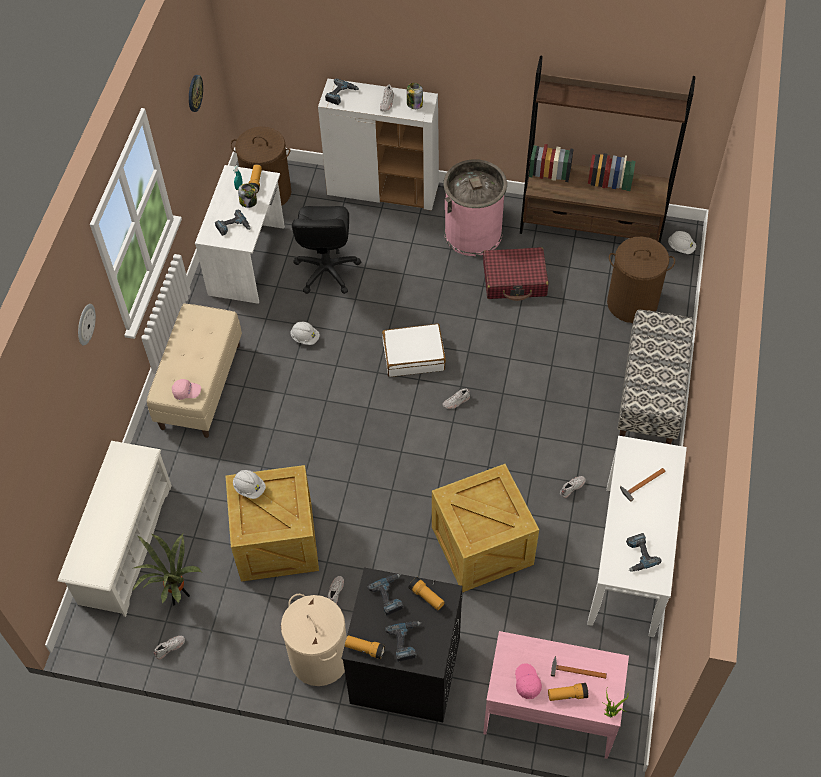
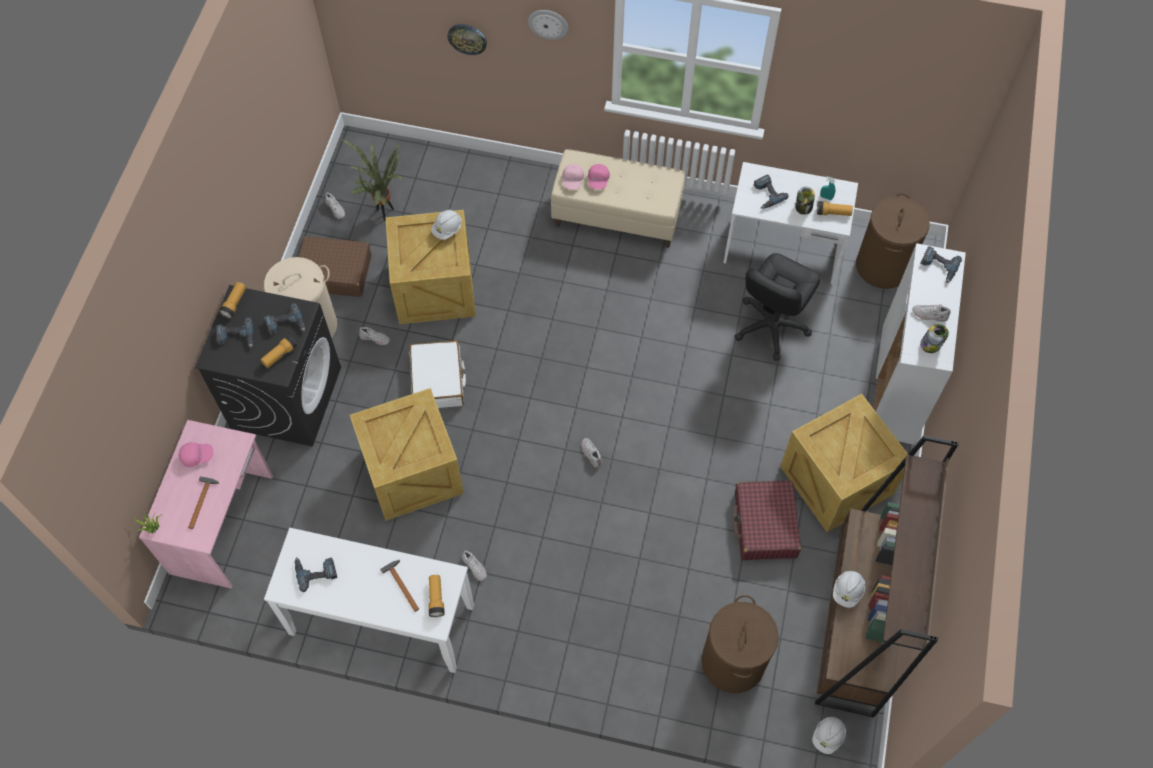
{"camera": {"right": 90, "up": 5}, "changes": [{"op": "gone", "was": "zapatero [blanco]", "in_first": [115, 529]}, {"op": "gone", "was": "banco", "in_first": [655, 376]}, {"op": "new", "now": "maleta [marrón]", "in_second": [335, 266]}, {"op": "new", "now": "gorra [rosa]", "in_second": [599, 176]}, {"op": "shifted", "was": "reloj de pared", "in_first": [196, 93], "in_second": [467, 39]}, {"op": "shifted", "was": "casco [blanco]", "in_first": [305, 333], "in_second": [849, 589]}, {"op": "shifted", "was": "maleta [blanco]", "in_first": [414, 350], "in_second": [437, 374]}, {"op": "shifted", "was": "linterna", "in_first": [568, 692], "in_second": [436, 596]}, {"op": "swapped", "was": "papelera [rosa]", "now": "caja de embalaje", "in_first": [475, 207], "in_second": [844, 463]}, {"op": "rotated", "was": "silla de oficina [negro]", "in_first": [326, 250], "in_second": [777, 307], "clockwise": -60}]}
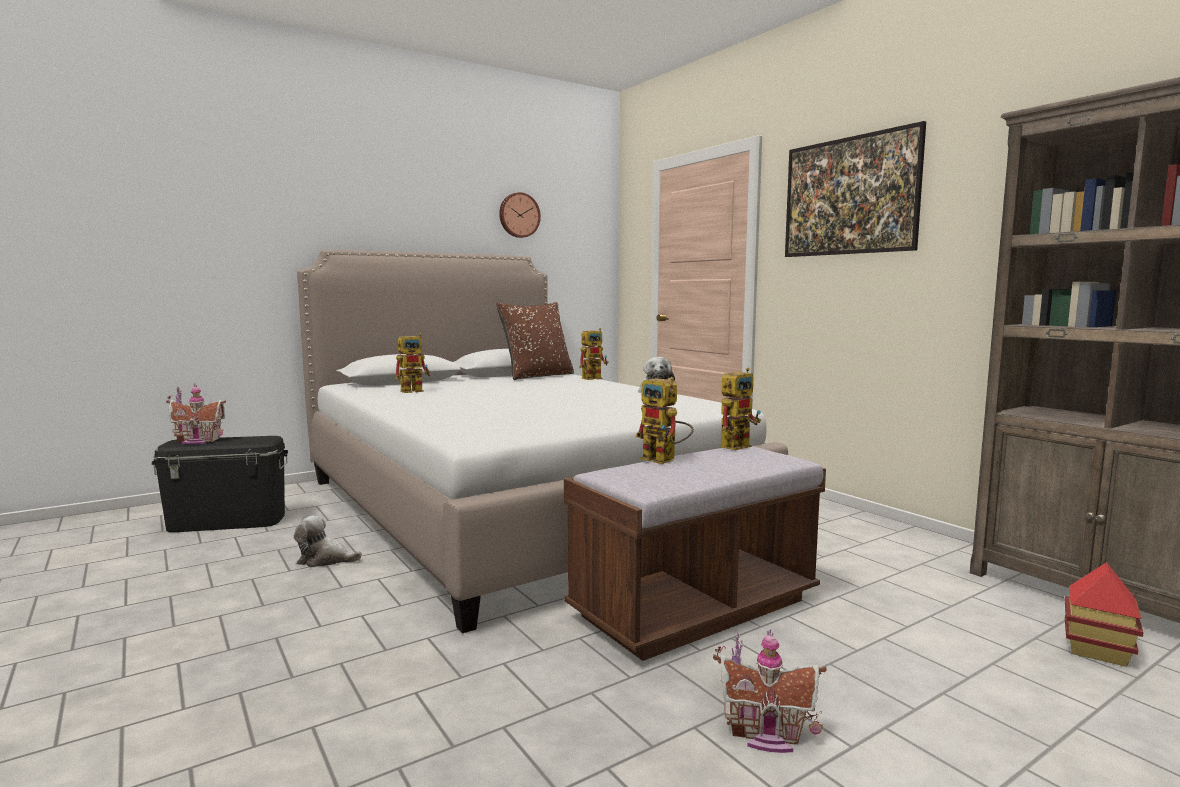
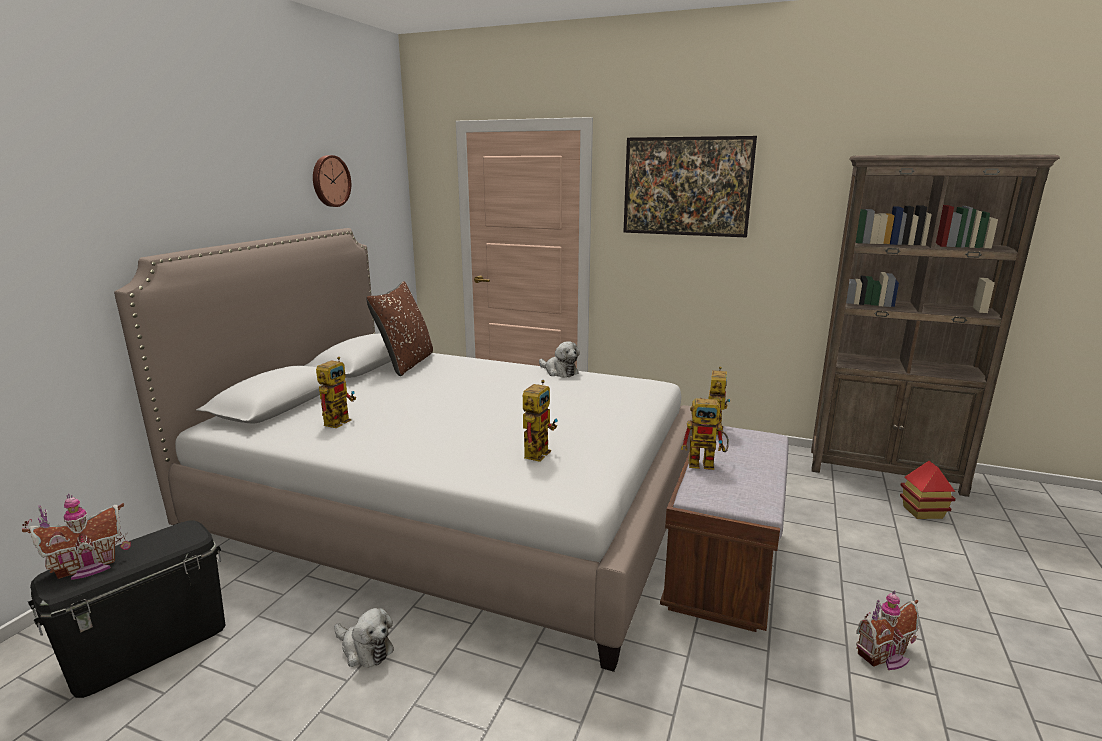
{"camera": {"right": -35, "up": 10}, "changes": [{"op": "shifted", "was": "robot de juguete", "in_first": [594, 354], "in_second": [540, 421]}, {"op": "rotated", "was": "peluche", "in_first": [328, 541], "in_second": [364, 637], "clockwise": -120}]}
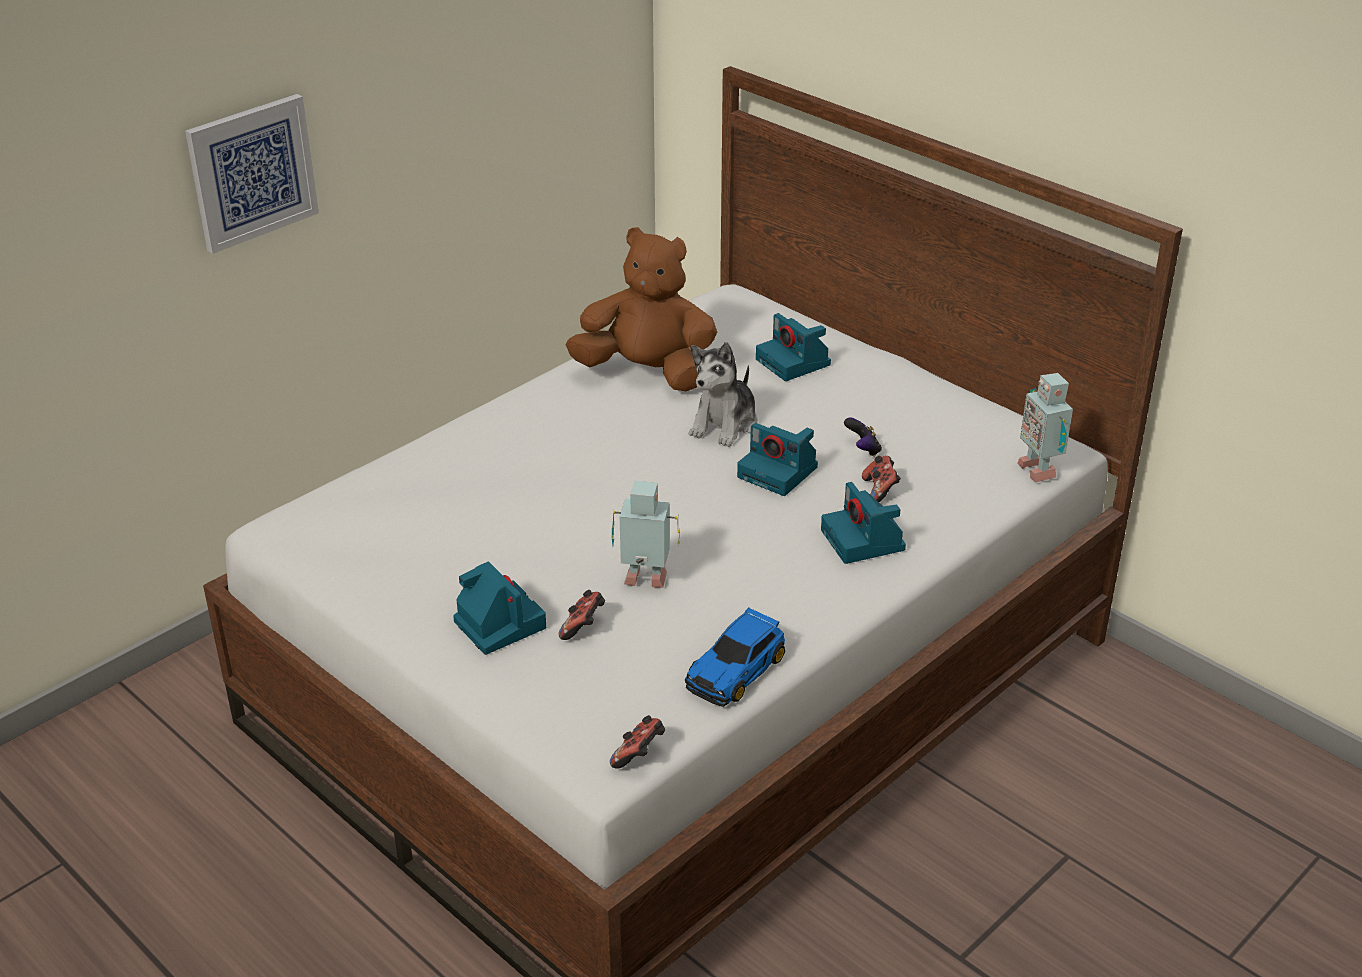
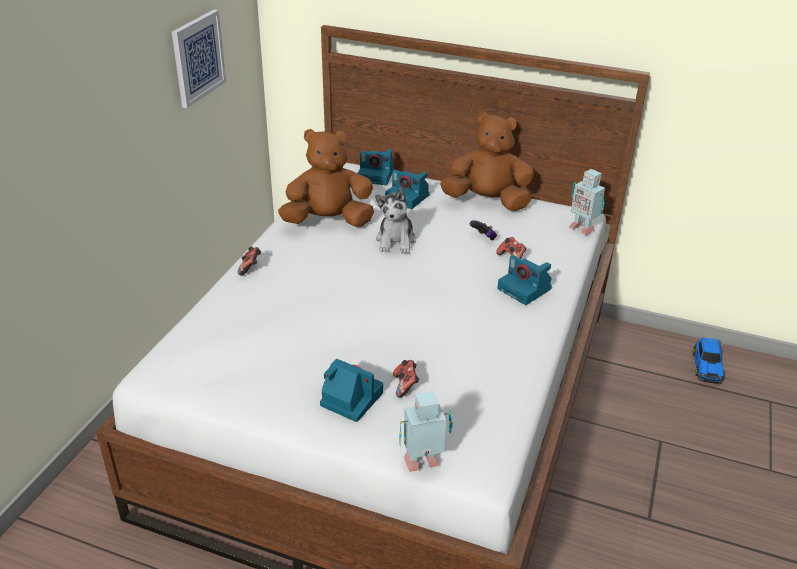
{"camera": {"right": -25, "up": 0}, "changes": [{"op": "new", "now": "peluche [marrón]", "in_second": [487, 161]}, {"op": "shifted", "was": "cuadro", "in_first": [252, 174], "in_second": [199, 59]}, {"op": "shifted", "was": "mando de consola", "in_first": [637, 742], "in_second": [249, 260]}, {"op": "shifted", "was": "robot de juguete", "in_first": [645, 534], "in_second": [426, 432]}, {"op": "shifted", "was": "coche de juguete", "in_first": [735, 657], "in_second": [709, 360]}, {"op": "shifted", "was": "cámara", "in_first": [777, 459], "in_second": [375, 167]}]}
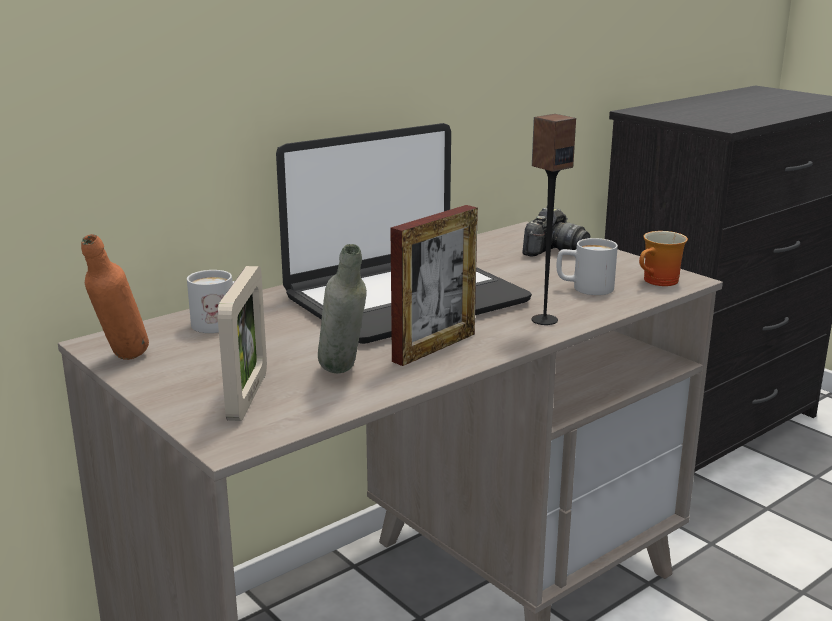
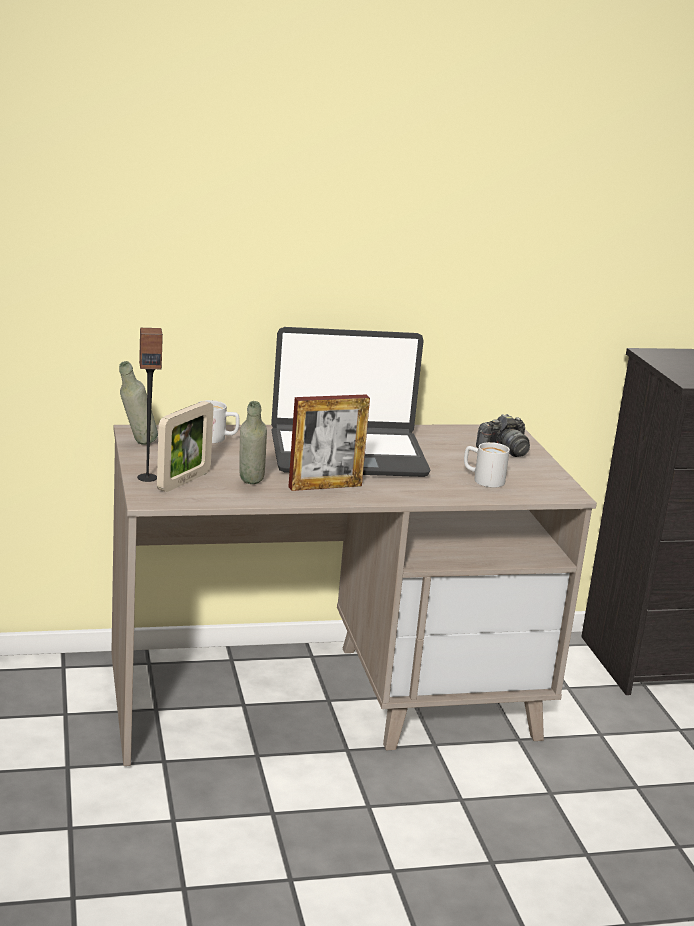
{"camera": {"right": 25, "up": 0}, "changes": [{"op": "gone", "was": "taza grande", "in_first": [663, 258]}, {"op": "shifted", "was": "altavoz", "in_first": [553, 219], "in_second": [150, 405]}, {"op": "repainted", "was": "botella [naranja]", "now": "botella [gris]", "in_first": [115, 297], "in_second": [138, 403]}]}
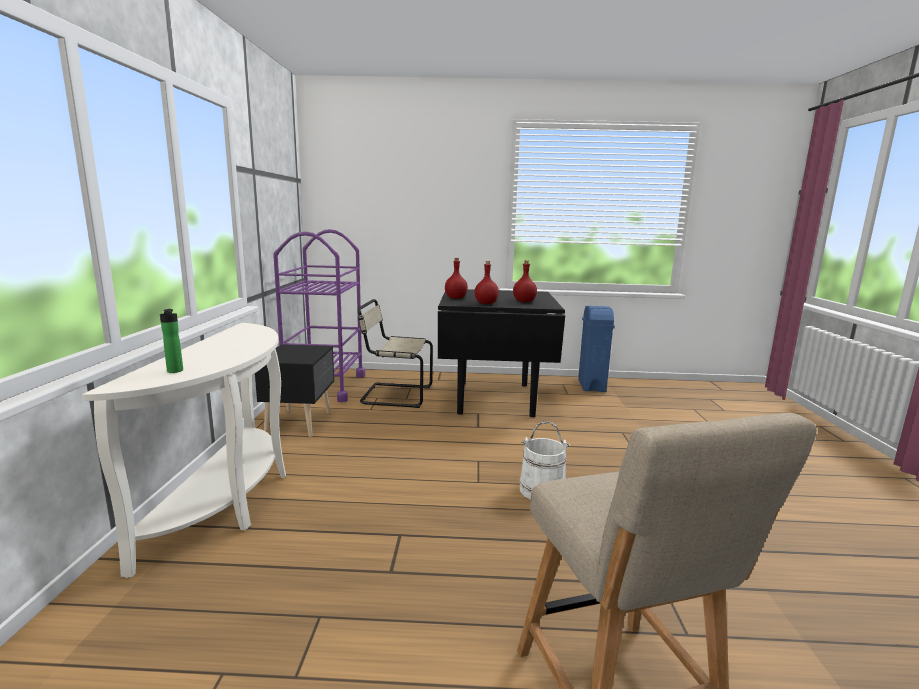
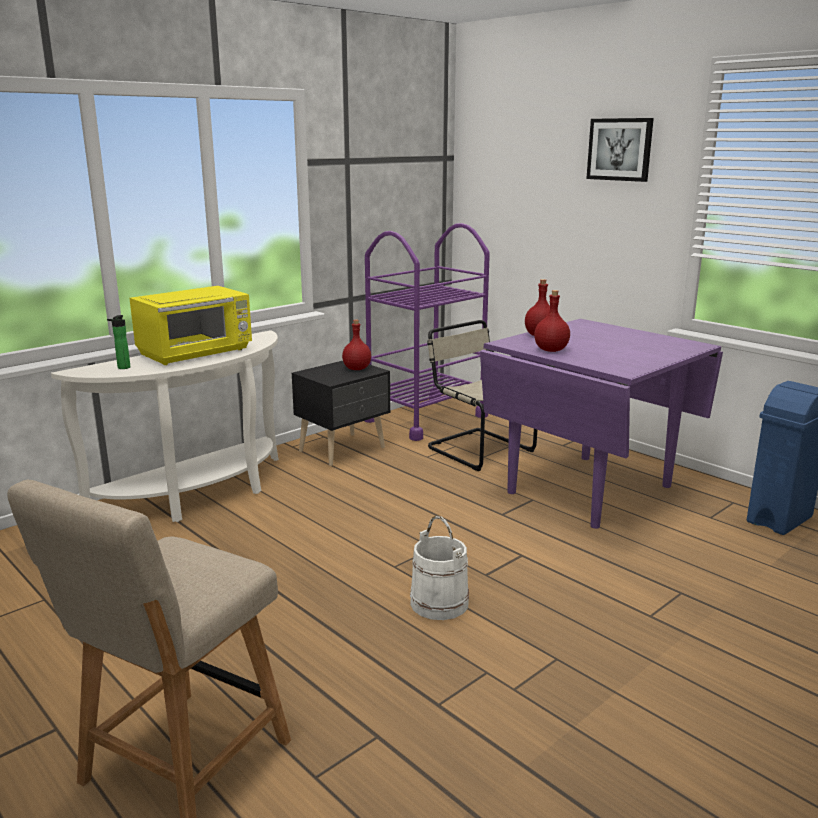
{"camera": {"right": 45, "up": 5}, "changes": [{"op": "new", "now": "microondas [amarillo]", "in_second": [190, 325]}, {"op": "new", "now": "cuadro", "in_second": [620, 150]}, {"op": "shifted", "was": "botella [rojo]", "in_first": [525, 281], "in_second": [356, 344]}, {"op": "repainted", "was": "mesa de comedor [negro]", "now": "mesa de comedor [morado]", "in_first": [501, 353], "in_second": [601, 424]}]}
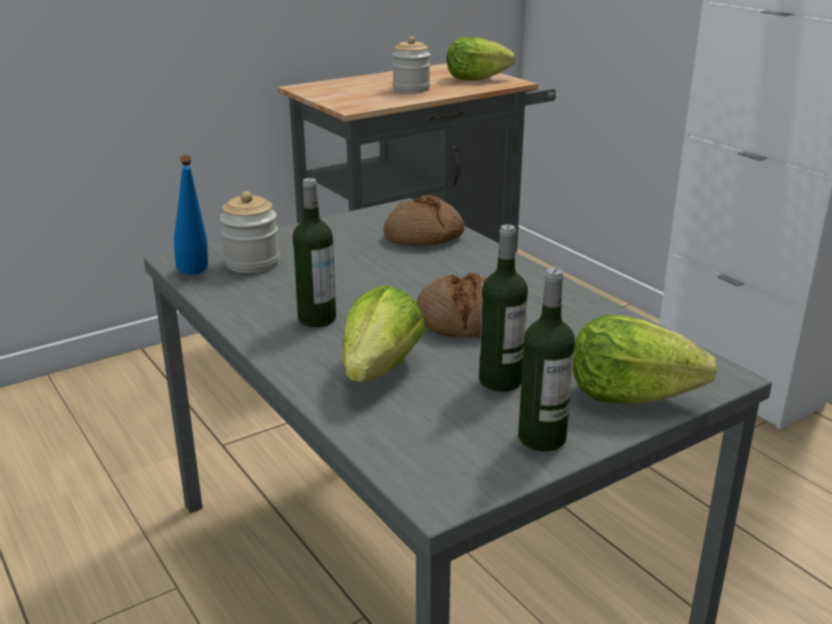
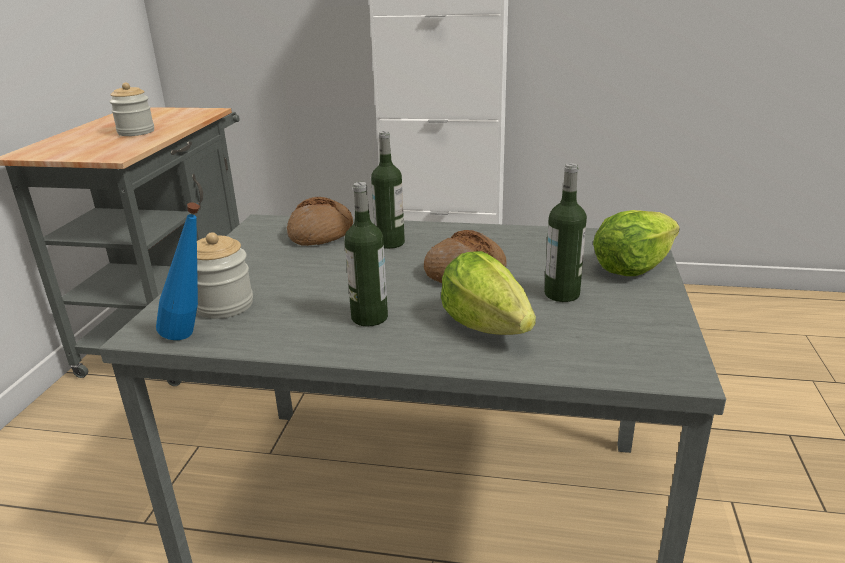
{"camera": {"right": -45, "up": 0}, "changes": [{"op": "gone", "was": "lechuga", "in_first": [481, 58]}, {"op": "shifted", "was": "botella", "in_first": [546, 359], "in_second": [388, 190]}]}
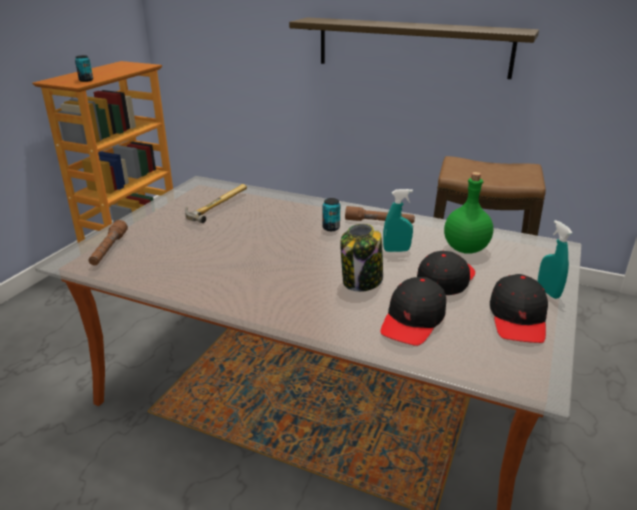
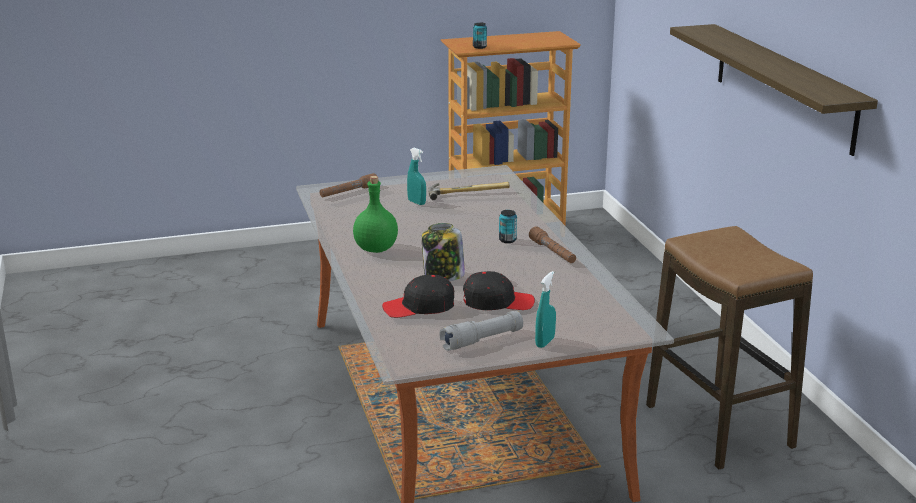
{"camera": {"right": 50, "up": -5}, "changes": [{"op": "shifted", "was": "pulverizador [turquesa]", "in_first": [398, 220], "in_second": [416, 176]}, {"op": "shifted", "was": "botella [verde]", "in_first": [468, 213], "in_second": [375, 214]}, {"op": "swapped", "was": "gorra [negro]", "now": "linterna [gris]", "in_first": [519, 308], "in_second": [481, 331]}]}
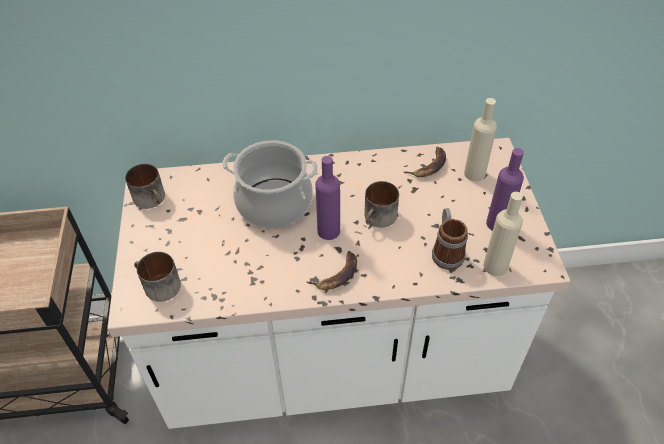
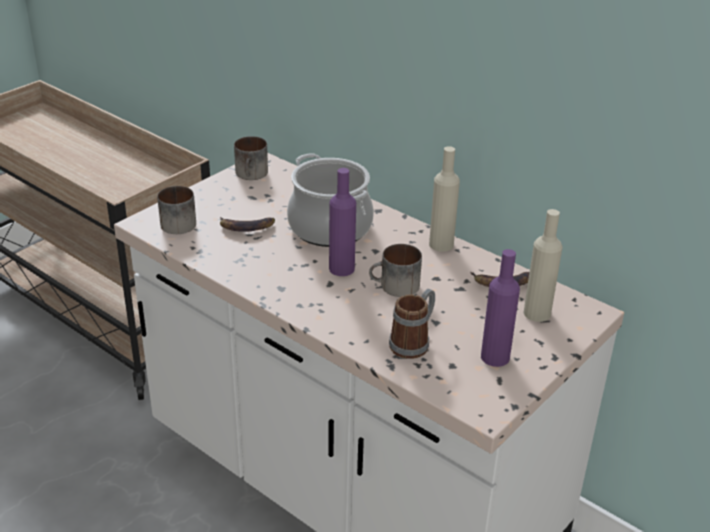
{"camera": {"right": 45, "up": -15}, "changes": [{"op": "shifted", "was": "plátano", "in_first": [332, 270], "in_second": [247, 224]}, {"op": "shifted", "was": "botella [beis]", "in_first": [503, 234], "in_second": [444, 199]}]}
